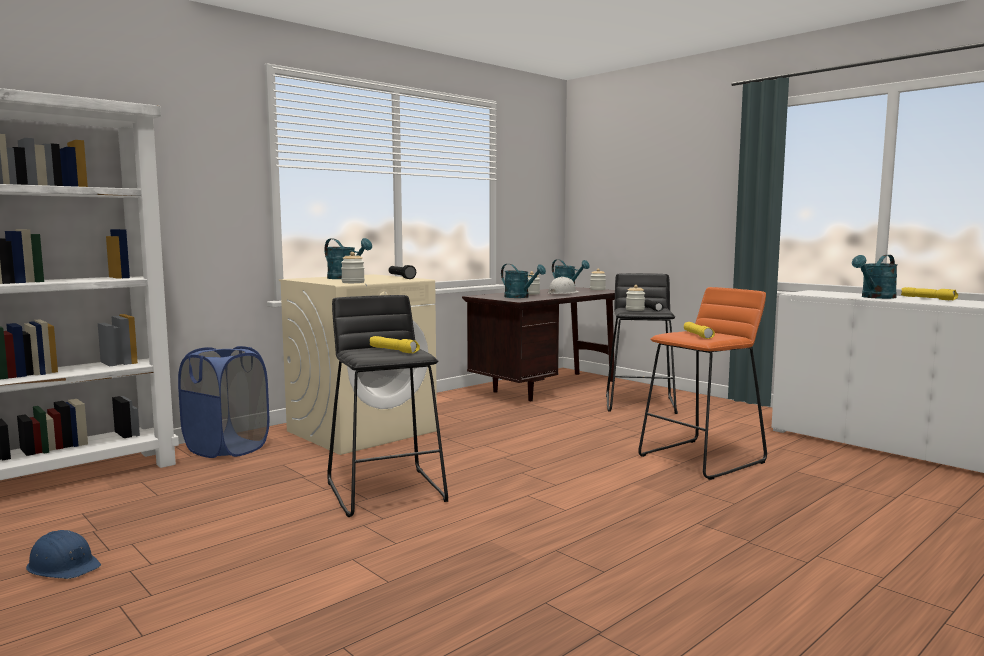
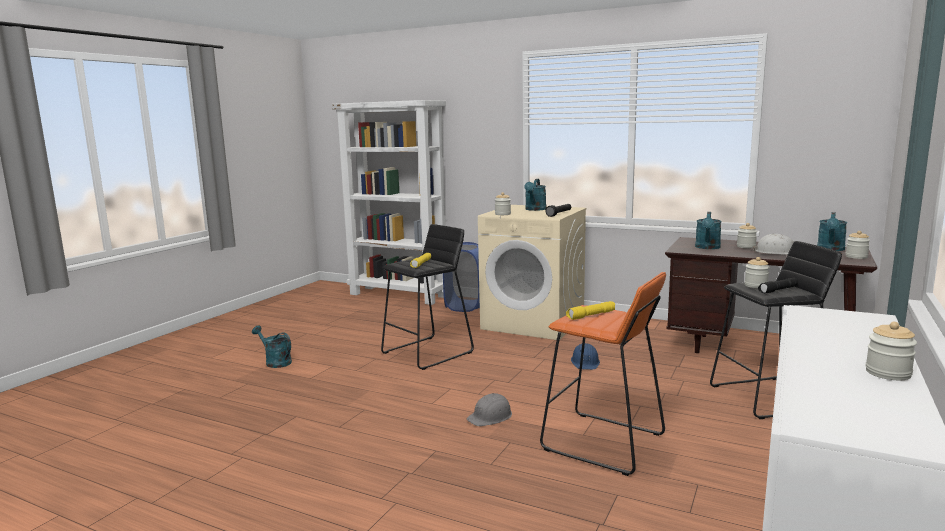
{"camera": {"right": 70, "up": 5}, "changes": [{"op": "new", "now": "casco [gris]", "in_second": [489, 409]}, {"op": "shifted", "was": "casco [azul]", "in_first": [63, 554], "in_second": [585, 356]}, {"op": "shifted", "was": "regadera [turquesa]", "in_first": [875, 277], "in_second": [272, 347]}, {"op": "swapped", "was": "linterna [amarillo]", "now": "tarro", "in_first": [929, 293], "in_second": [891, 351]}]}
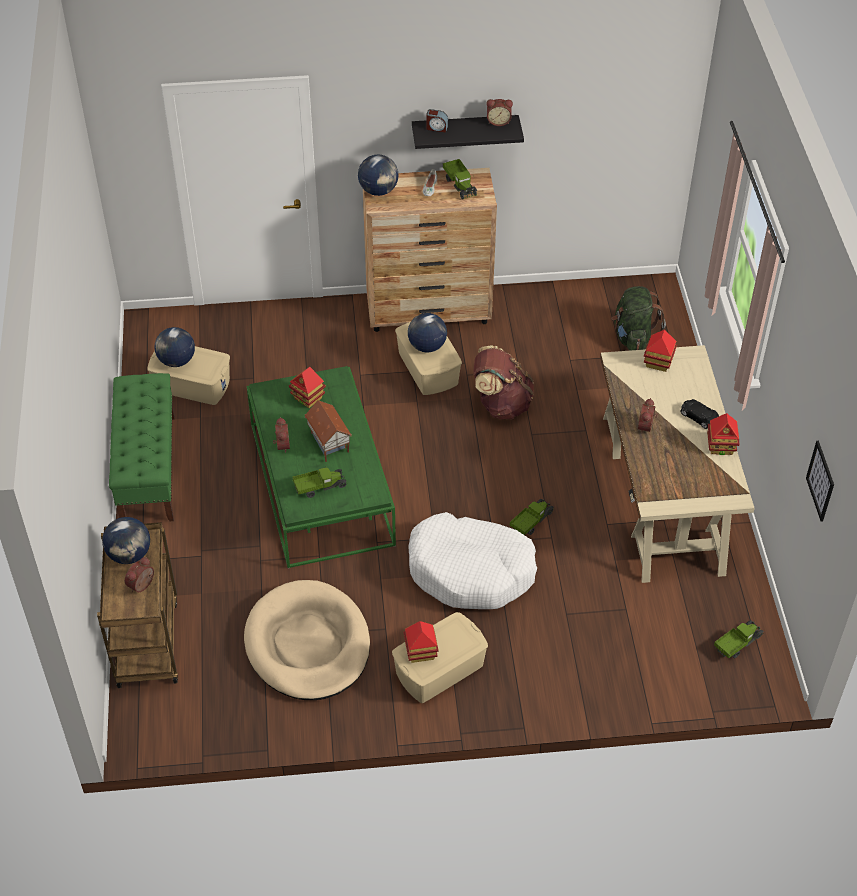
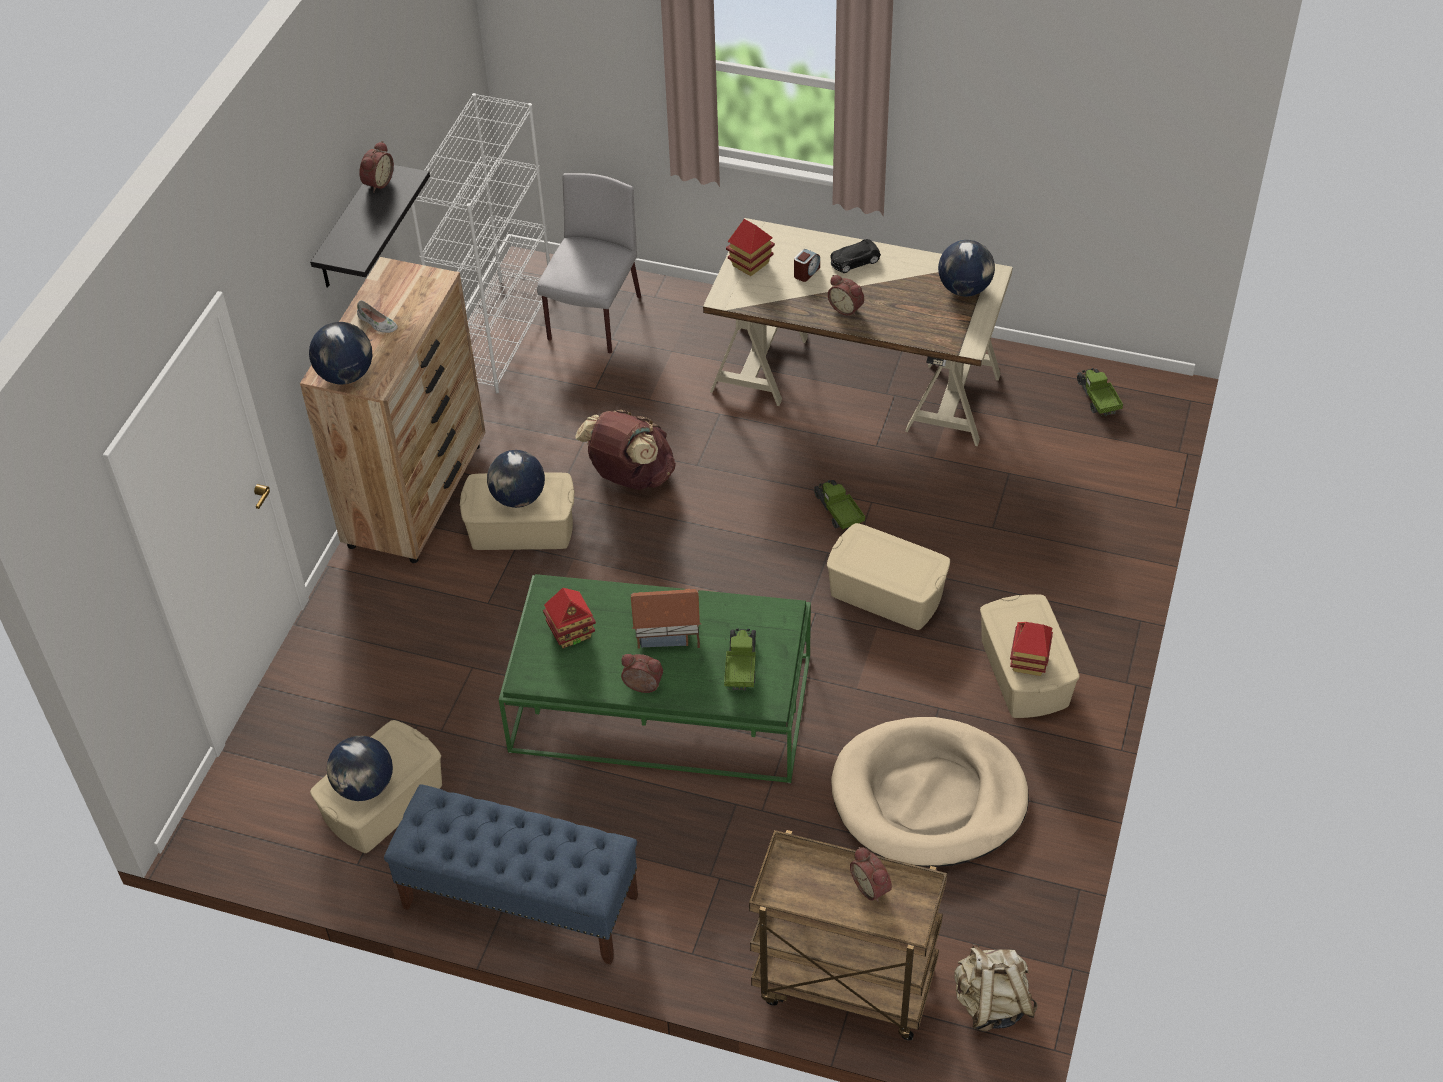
{"camera": {"right": -65, "up": 0}, "changes": [{"op": "gone", "was": "camión de juguete", "in_first": [460, 179]}, {"op": "gone", "was": "casita", "in_first": [723, 434]}, {"op": "gone", "was": "cuadro", "in_first": [820, 481]}, {"op": "new", "now": "estantería [blanco]", "in_second": [480, 243]}, {"op": "new", "now": "mochila [beis]", "in_second": [996, 988]}, {"op": "shifted", "was": "globo terráqueo", "in_first": [126, 540], "in_second": [966, 268]}, {"op": "shifted", "was": "despertador", "in_first": [437, 121], "in_second": [807, 265]}, {"op": "swapped", "was": "cama para perro [blanco]", "now": "caja de almacenaje [beis]", "in_first": [473, 560], "in_second": [888, 576]}, {"op": "swapped", "was": "mochila [verde]", "now": "silla [gris]", "in_first": [638, 318], "in_second": [589, 263]}, {"op": "repainted", "was": "banco [verde]", "now": "banco [azul]", "in_first": [142, 447], "in_second": [511, 874]}]}
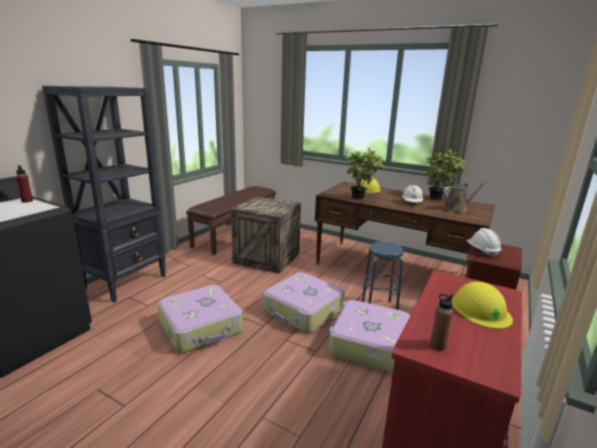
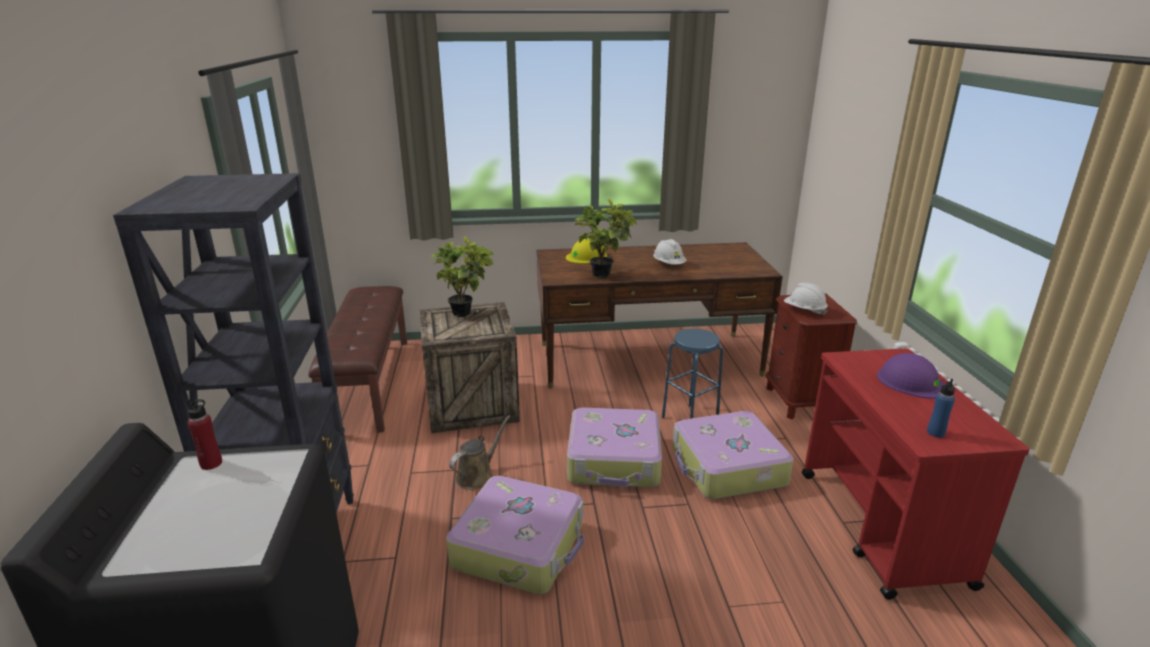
{"camera": {"right": -35, "up": 5}, "changes": [{"op": "shifted", "was": "planta en maceta", "in_first": [446, 174], "in_second": [461, 276]}, {"op": "shifted", "was": "regadera [marrón]", "in_first": [465, 196], "in_second": [480, 452]}, {"op": "repainted", "was": "botella [marrón]", "now": "botella [azul]", "in_first": [441, 322], "in_second": [941, 408]}, {"op": "repainted", "was": "casco [amarillo]", "now": "casco [morado]", "in_first": [482, 305], "in_second": [911, 376]}]}
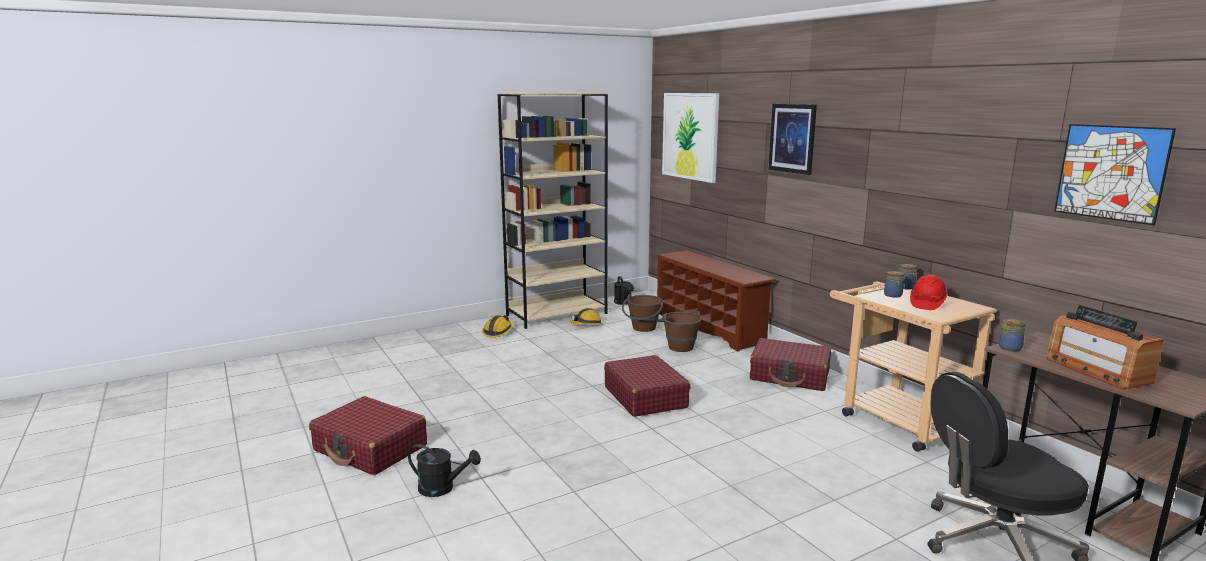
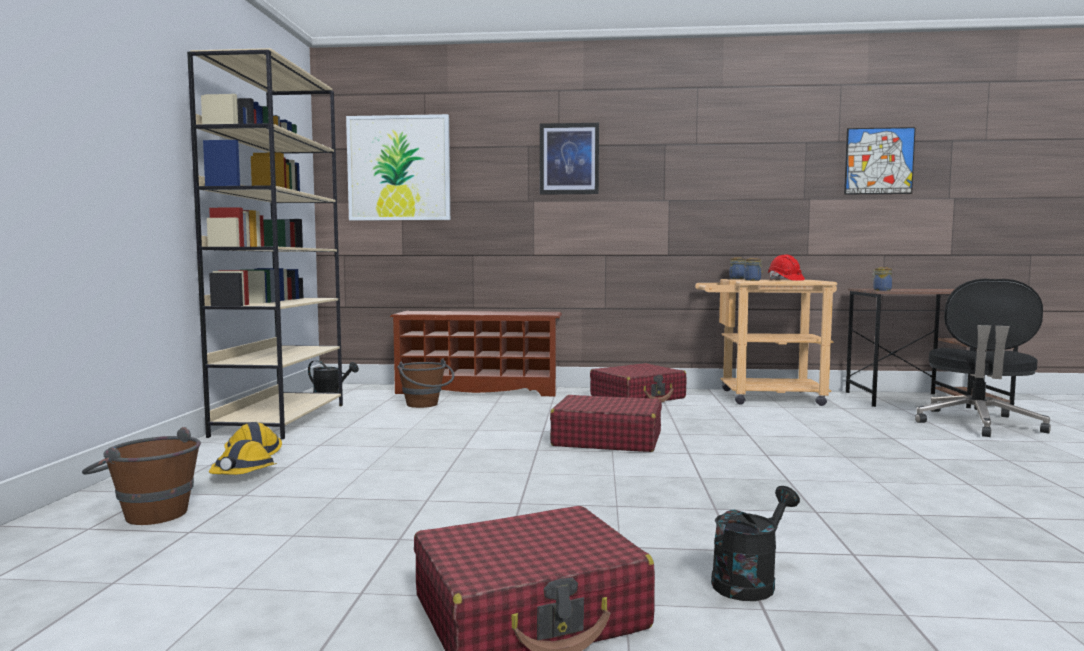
{"camera": {"right": -55, "up": -10}, "changes": [{"op": "gone", "was": "radio", "in_first": [1105, 347]}, {"op": "shifted", "was": "casco", "in_first": [586, 316], "in_second": [243, 457]}, {"op": "shifted", "was": "cubo [marrón]", "in_first": [679, 331], "in_second": [141, 476]}]}
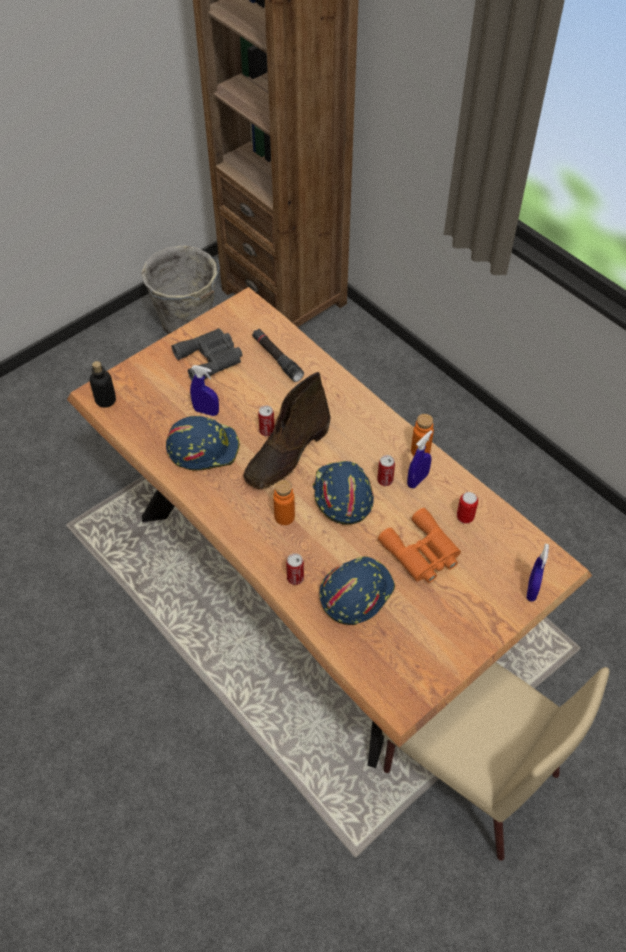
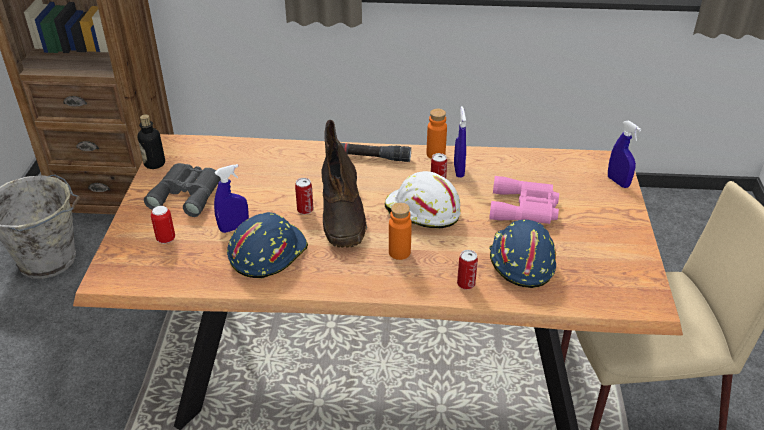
{"camera": {"right": -45, "up": -15}, "changes": [{"op": "shifted", "was": "botella", "in_first": [103, 384], "in_second": [151, 141]}, {"op": "shifted", "was": "linterna [negro]", "in_first": [278, 355], "in_second": [376, 152]}, {"op": "shifted", "was": "lata", "in_first": [467, 508], "in_second": [163, 225]}, {"op": "repainted", "was": "casco [azul]", "now": "casco [blanco]", "in_first": [343, 493], "in_second": [422, 199]}, {"op": "repainted", "was": "prismáticos [naranja]", "now": "prismáticos [rosa]", "in_first": [419, 545], "in_second": [524, 200]}]}
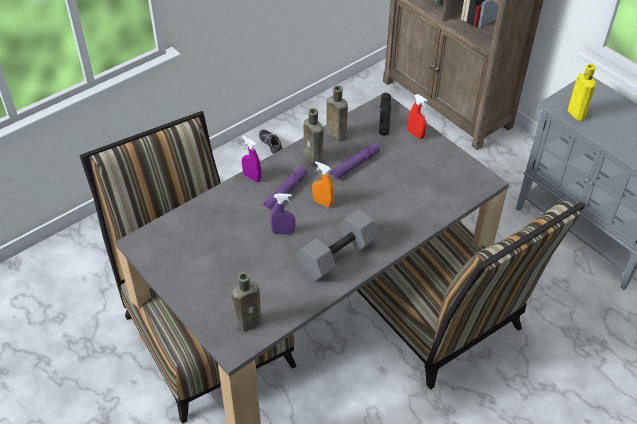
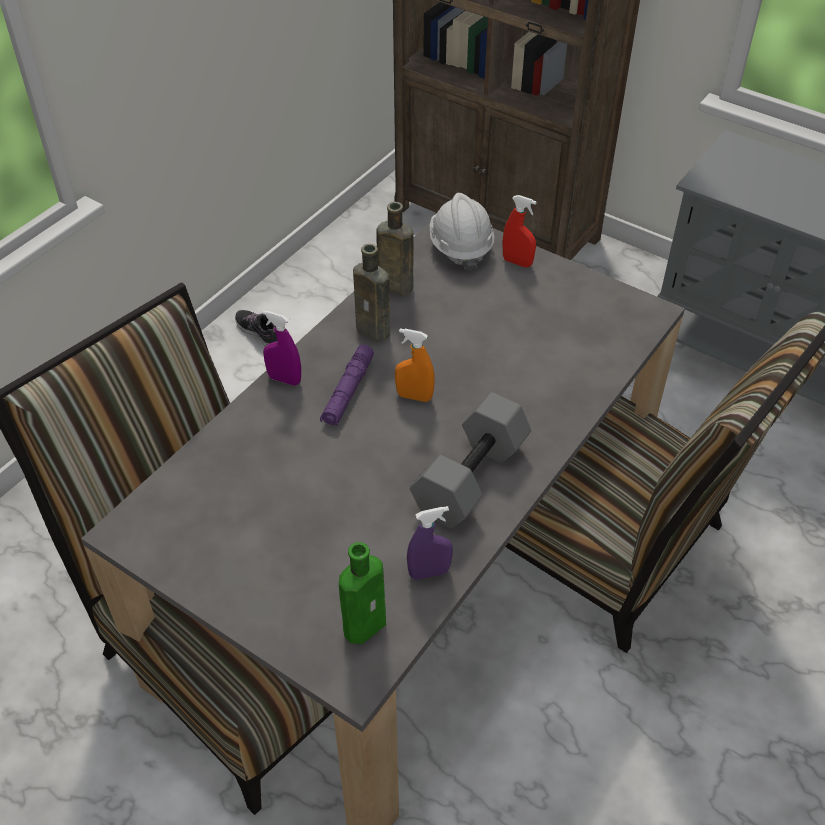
{"camera": {"right": -15, "up": 0}, "changes": [{"op": "gone", "was": "linterna [morado]", "in_first": [355, 161]}, {"op": "gone", "was": "botella [amarillo]", "in_first": [581, 92]}, {"op": "shifted", "was": "pulverizador [morado]", "in_first": [282, 214], "in_second": [430, 543]}, {"op": "swapped", "was": "linterna [negro]", "now": "casco [blanco]", "in_first": [385, 114], "in_second": [462, 232]}, {"op": "repainted", "was": "botella [marrón]", "now": "botella [verde]", "in_first": [247, 301], "in_second": [362, 593]}]}
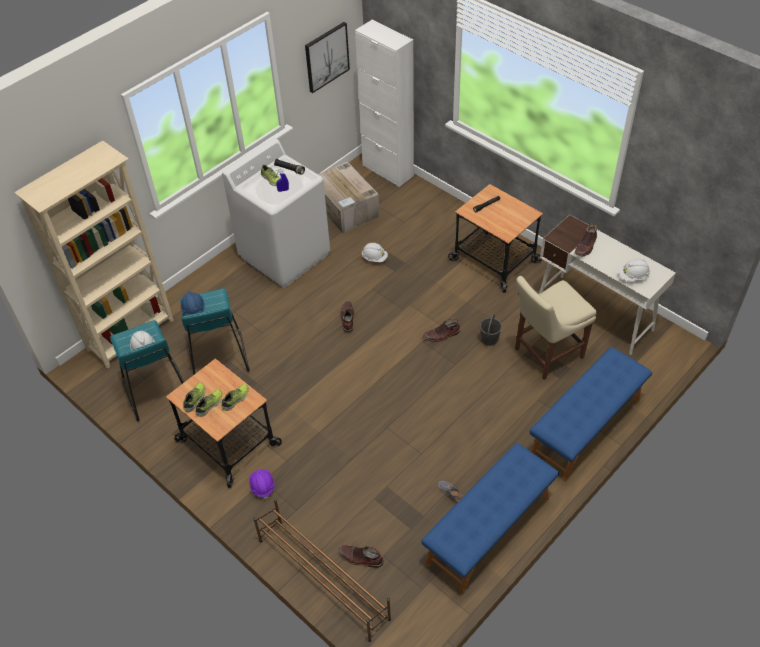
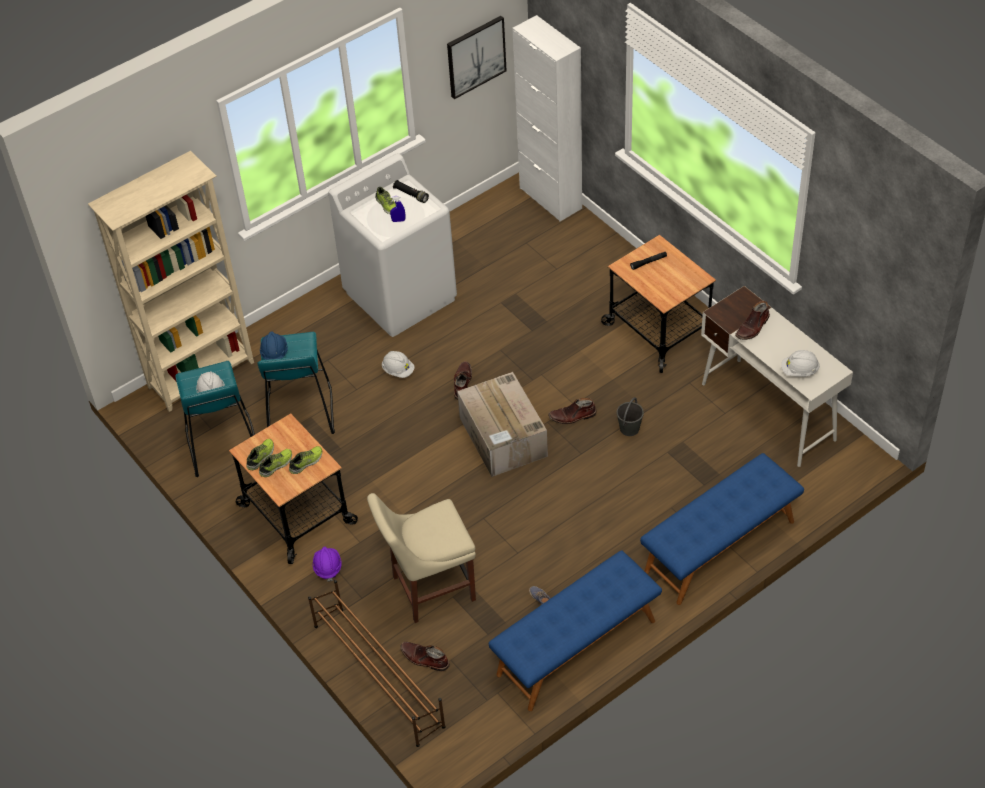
{"camera": {"right": 10, "up": 0}, "changes": [{"op": "shifted", "was": "caja de cartón", "in_first": [349, 197], "in_second": [502, 424]}, {"op": "shifted", "was": "casco [blanco]", "in_first": [375, 253], "in_second": [398, 364]}, {"op": "shifted", "was": "silla [beis]", "in_first": [556, 328], "in_second": [421, 558]}]}
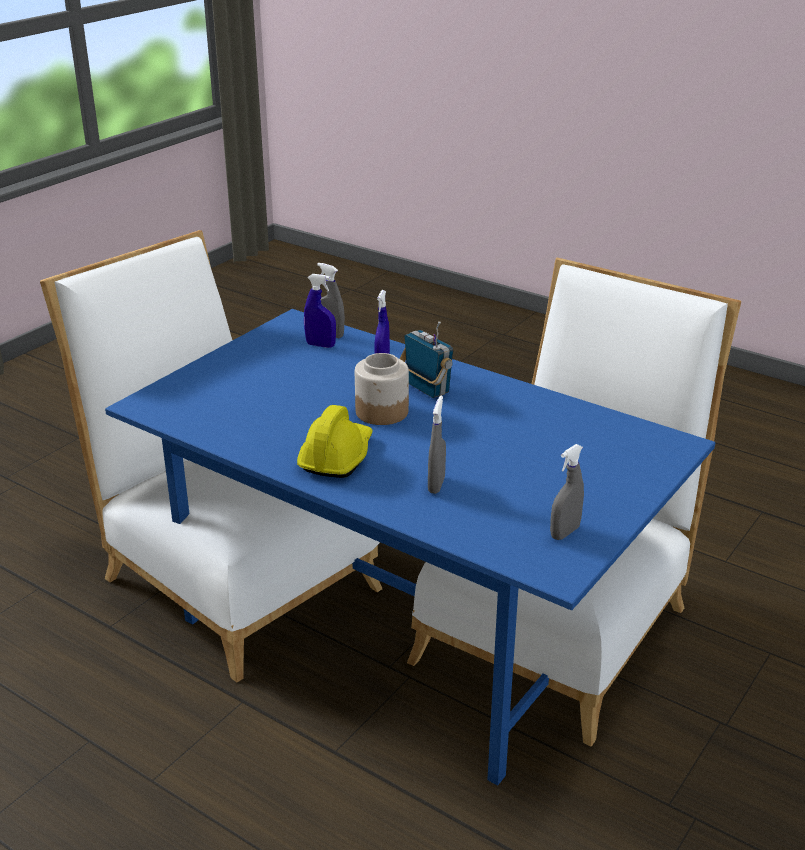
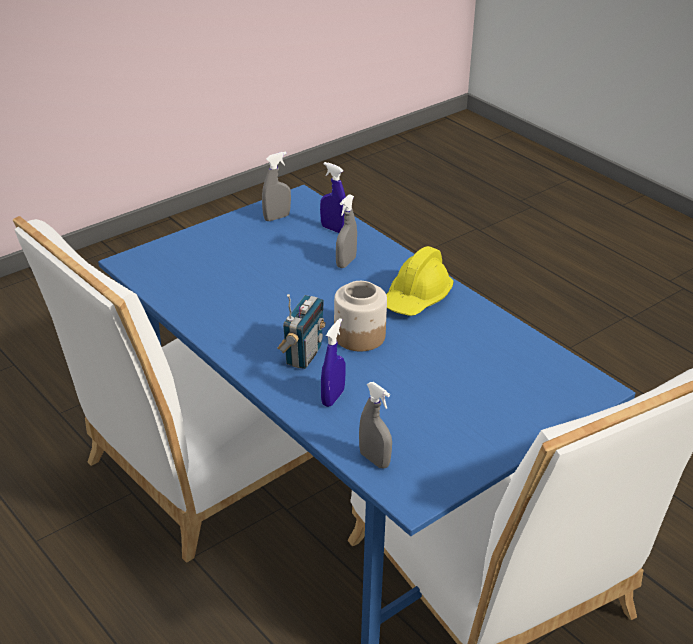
{"camera": {"right": -165, "up": 5}, "changes": [{"op": "shifted", "was": "pulverizador [azul]", "in_first": [320, 311], "in_second": [333, 197]}, {"op": "rotated", "was": "radio", "in_first": [426, 359], "in_second": [302, 331], "clockwise": -135}]}
